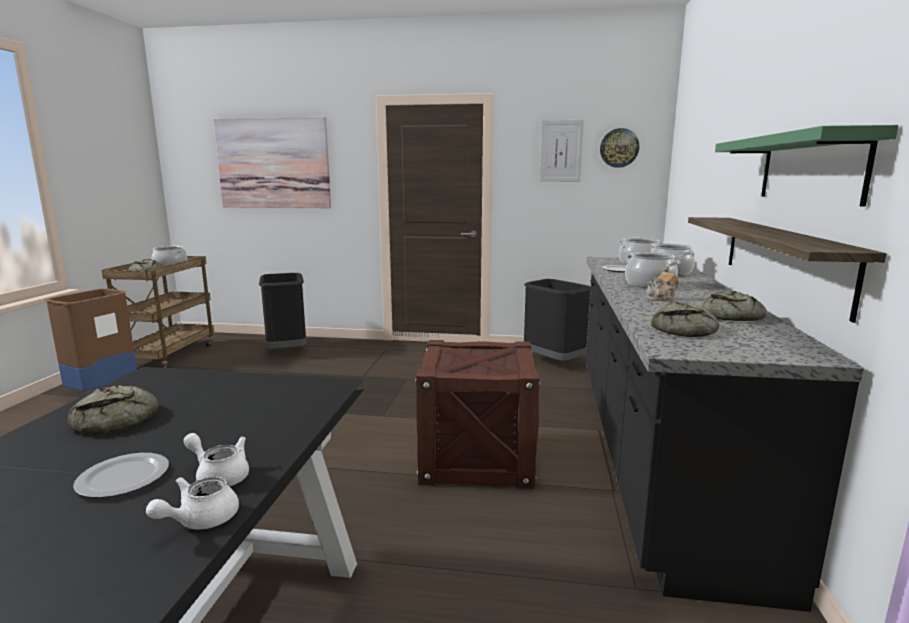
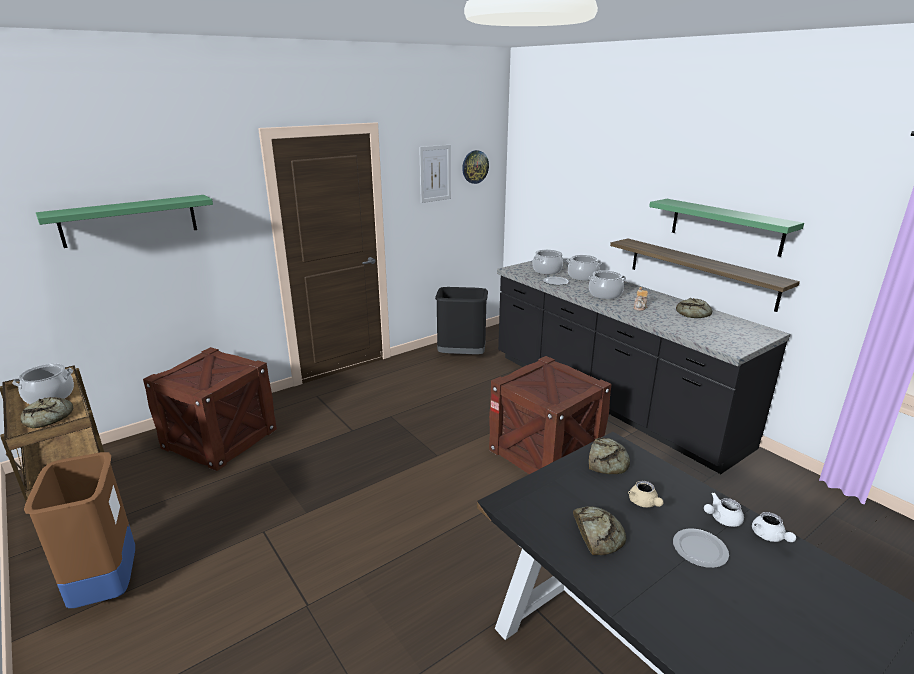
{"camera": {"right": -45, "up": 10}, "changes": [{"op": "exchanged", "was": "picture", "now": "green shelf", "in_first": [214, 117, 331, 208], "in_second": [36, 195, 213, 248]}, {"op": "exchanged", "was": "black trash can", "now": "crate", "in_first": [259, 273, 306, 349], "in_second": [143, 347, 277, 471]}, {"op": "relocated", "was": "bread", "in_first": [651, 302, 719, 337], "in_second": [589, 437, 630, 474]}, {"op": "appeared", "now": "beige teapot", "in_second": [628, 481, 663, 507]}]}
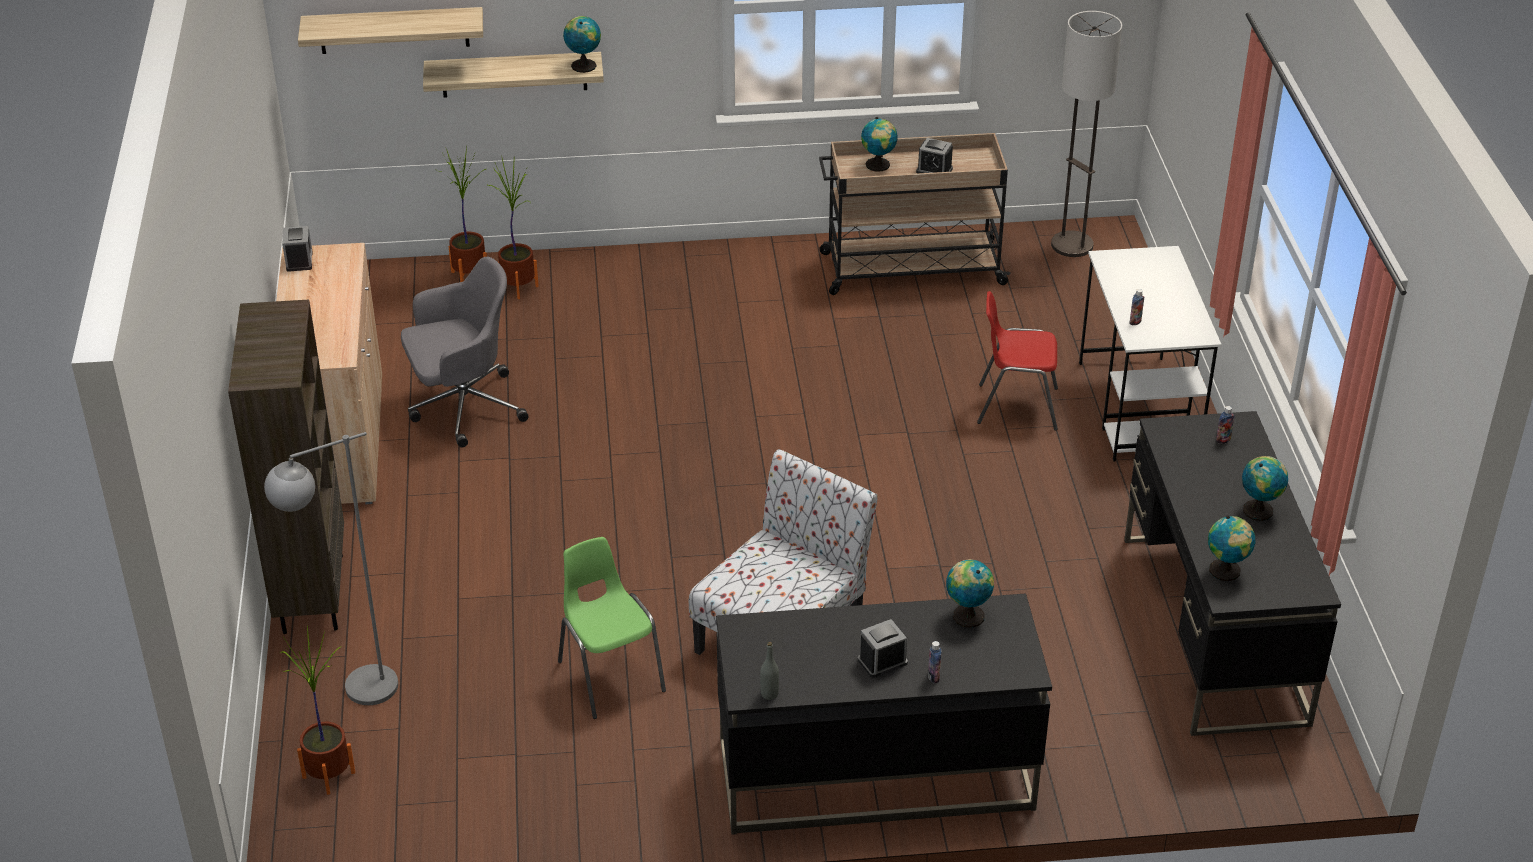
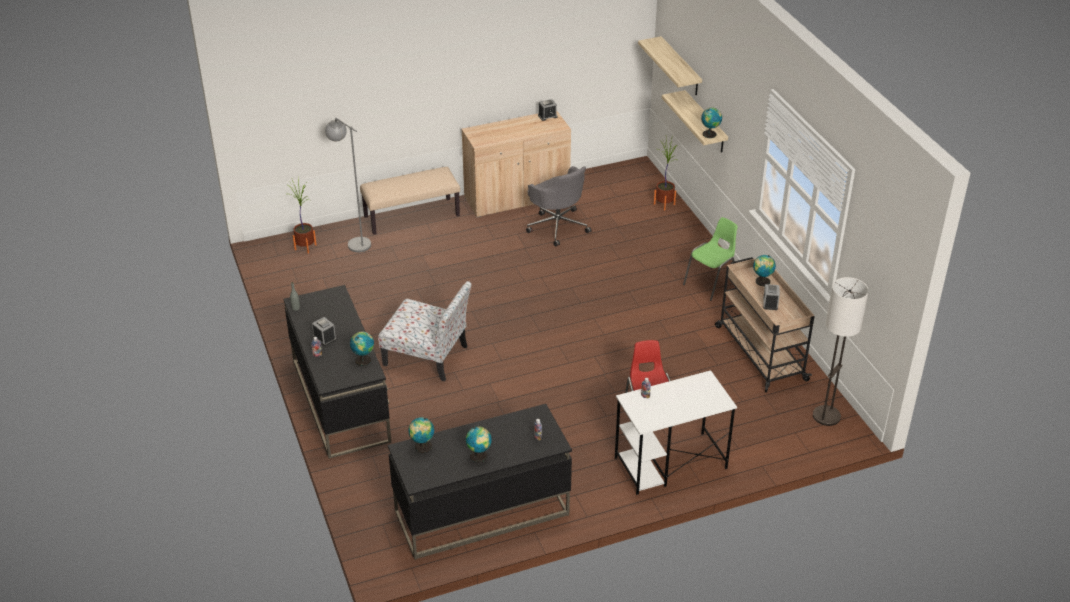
{"camera": {"right": 75, "up": 0}, "changes": [{"op": "exchanged", "was": "brown bookcase", "now": "beige bench", "in_first": [228, 299, 344, 634], "in_second": [360, 167, 460, 235]}, {"op": "missing", "was": "potted plant", "in_first": [488, 159, 539, 299]}, {"op": "relocated", "was": "green chair", "in_first": [558, 537, 666, 719], "in_second": [683, 217, 738, 301]}]}
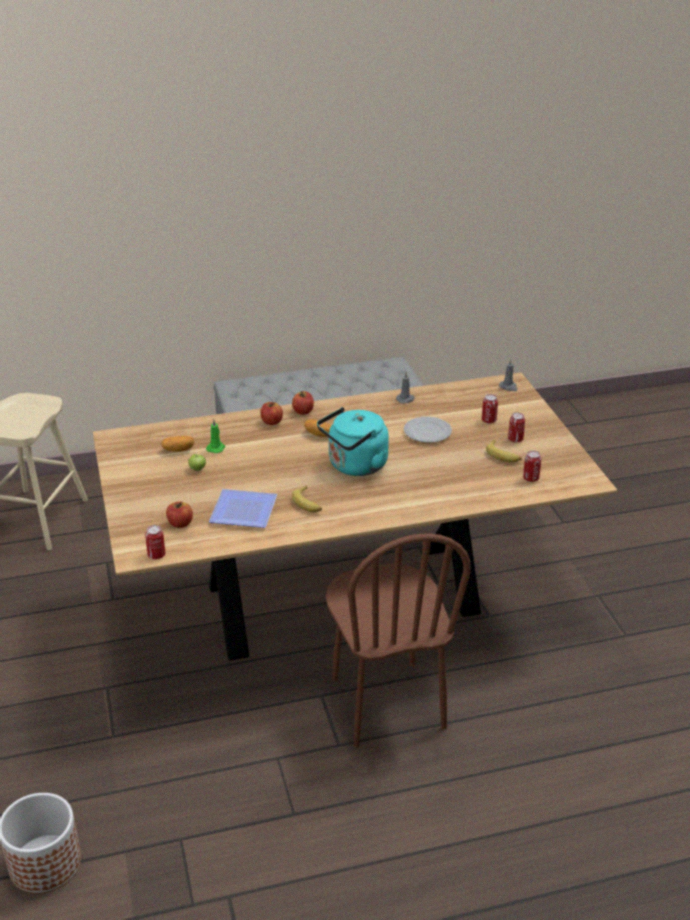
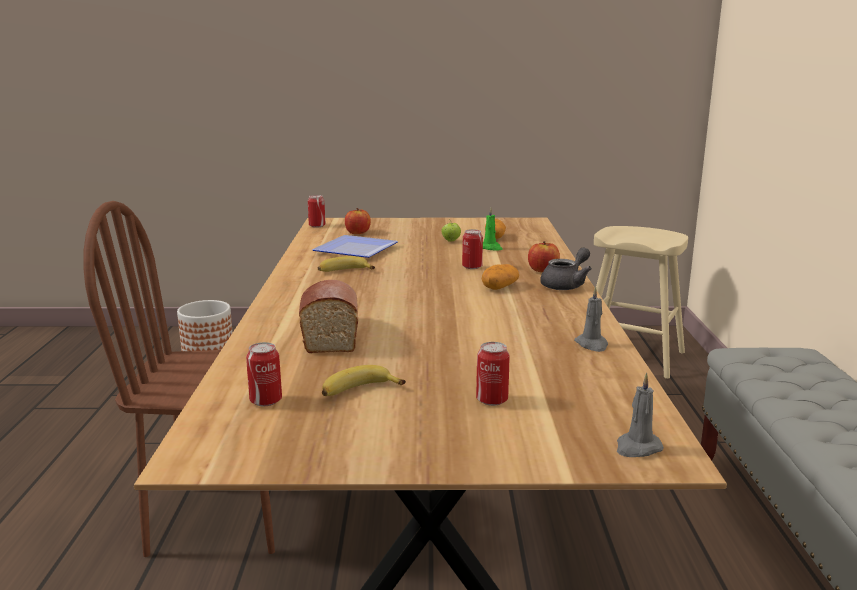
{"camera": {"right": 105, "up": -15}, "changes": [{"op": "exchanged", "was": "apple", "now": "grey teapot", "in_first": [292, 391, 314, 415], "in_second": [540, 248, 592, 290]}, {"op": "missing", "was": "turquoise kettle", "in_first": [317, 407, 389, 476]}, {"op": "missing", "was": "plate", "in_first": [404, 417, 452, 443]}, {"op": "relocated", "was": "can", "in_first": [508, 412, 525, 443], "in_second": [462, 229, 483, 269]}, {"op": "appeared", "now": "bread", "in_second": [299, 280, 358, 353]}]}
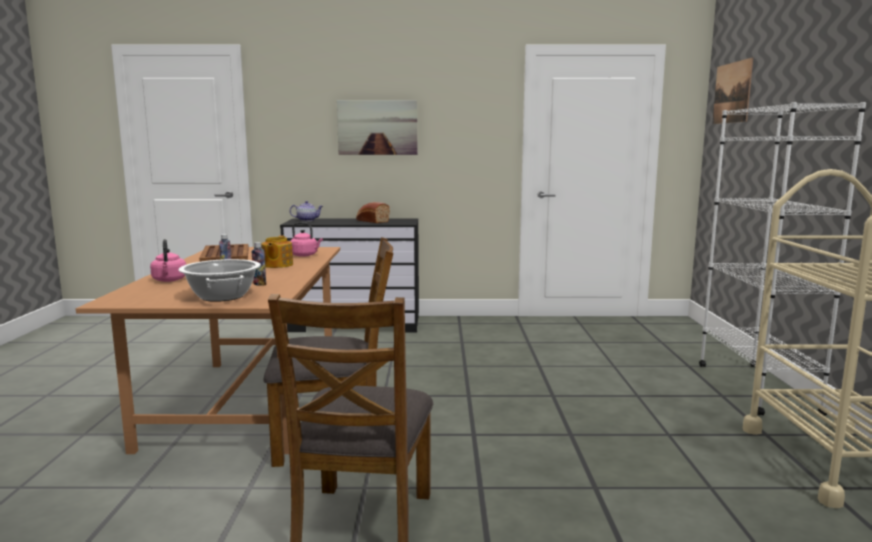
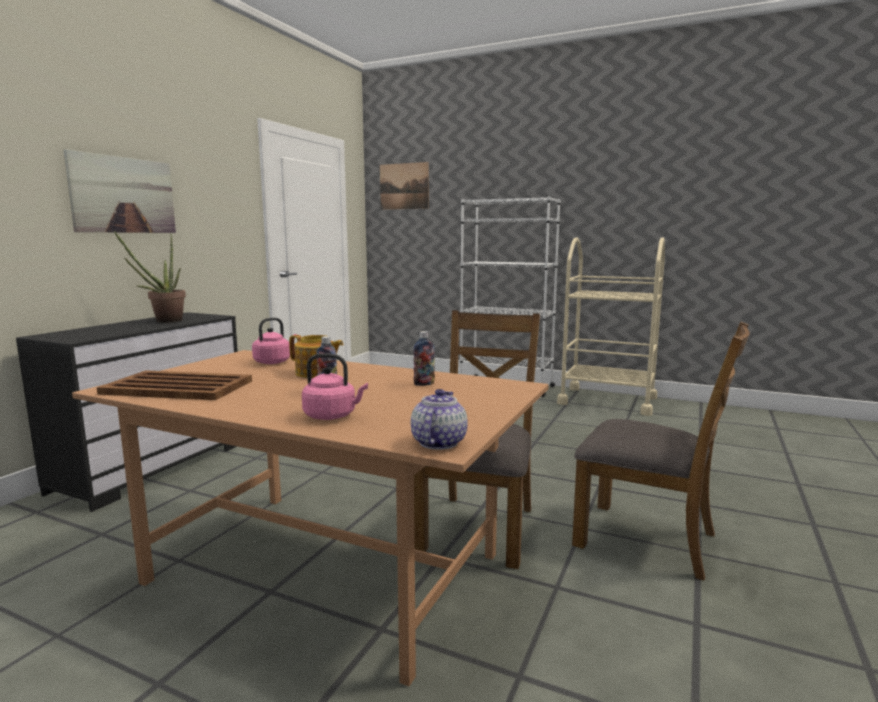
{"camera": {"right": -65, "up": 0}, "changes": [{"op": "missing", "was": "cooking pot", "in_first": [178, 259, 261, 302]}, {"op": "relocated", "was": "teapot", "in_first": [290, 201, 323, 221], "in_second": [411, 389, 468, 450]}, {"op": "exchanged", "was": "bread", "now": "potted plant", "in_first": [356, 202, 390, 223], "in_second": [114, 231, 186, 323]}]}
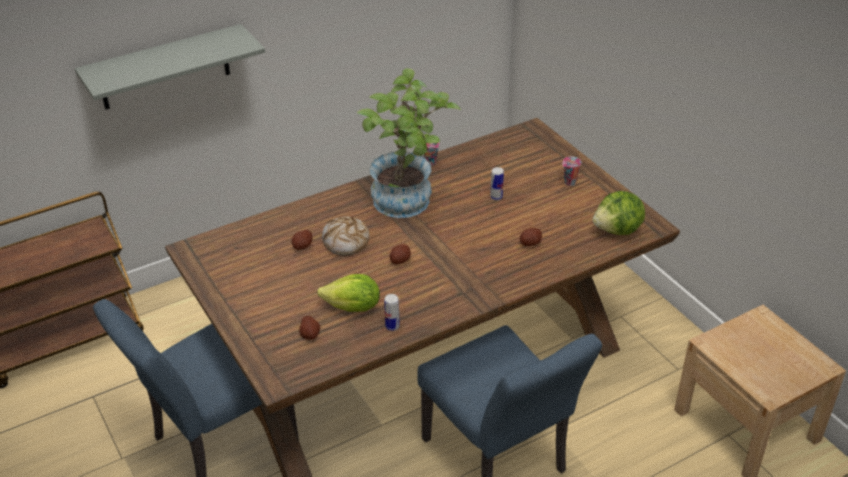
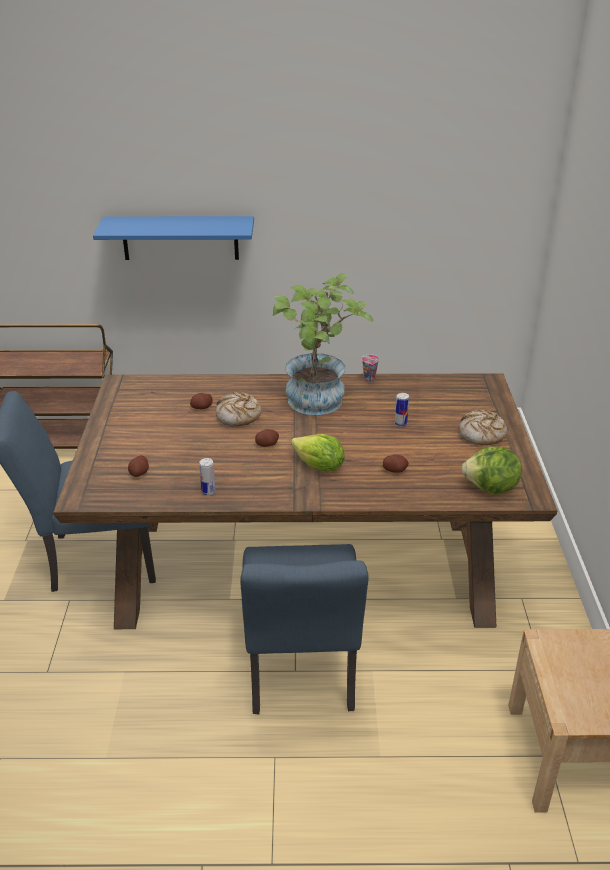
{"camera": {"right": 30, "up": -5}, "changes": [{"op": "colour", "was": "grey shelf", "now": "blue shelf", "in_first": [75, 24, 265, 109], "in_second": [93, 216, 254, 260]}, {"op": "relocated", "was": "lettuce", "in_first": [317, 274, 380, 312], "in_second": [291, 434, 345, 472]}, {"op": "exchanged", "was": "cup", "now": "bread", "in_first": [562, 156, 581, 186], "in_second": [459, 409, 507, 446]}]}
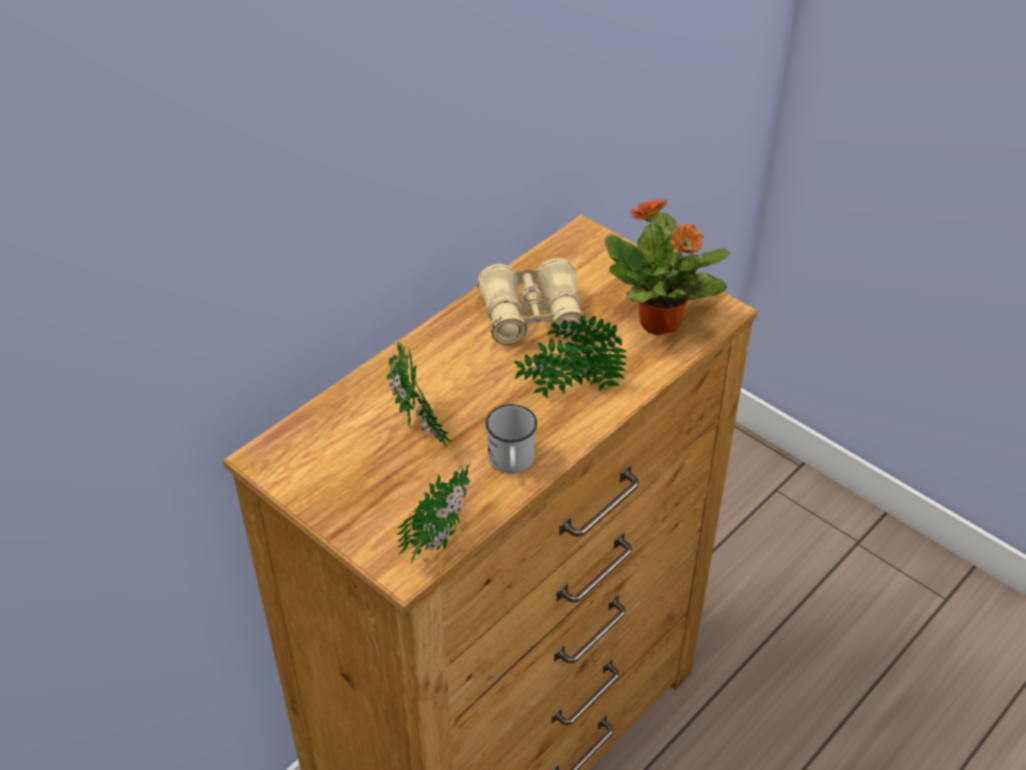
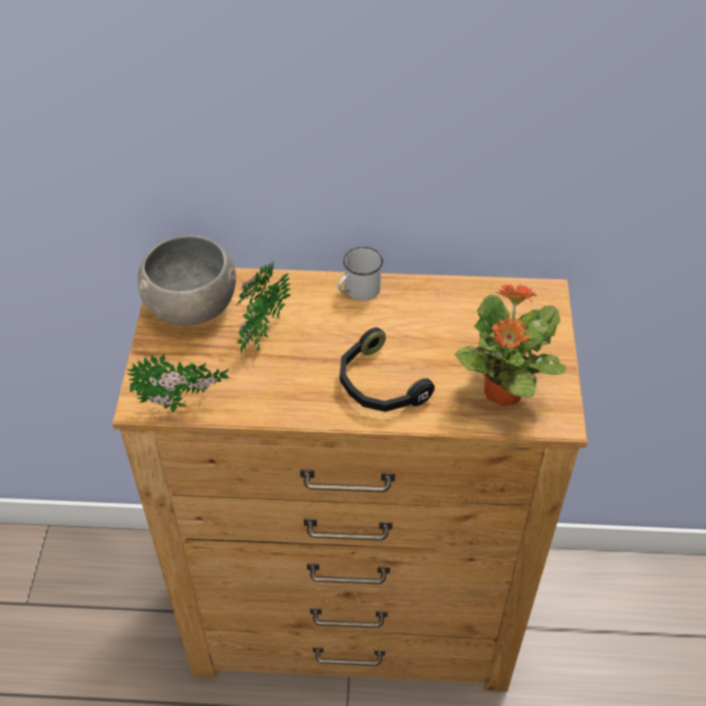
{"camera": {"right": 50, "up": 5}, "changes": [{"op": "missing", "was": "beige binoculars", "in_first": [477, 258, 587, 345]}, {"op": "relocated", "was": "white mug", "in_first": [486, 404, 537, 474], "in_second": [337, 247, 383, 301]}, {"op": "exchanged", "was": "potted plant", "now": "black headphones", "in_first": [514, 316, 627, 398], "in_second": [340, 327, 435, 412]}, {"op": "appeared", "now": "grey bowl", "in_second": [138, 236, 236, 326]}]}
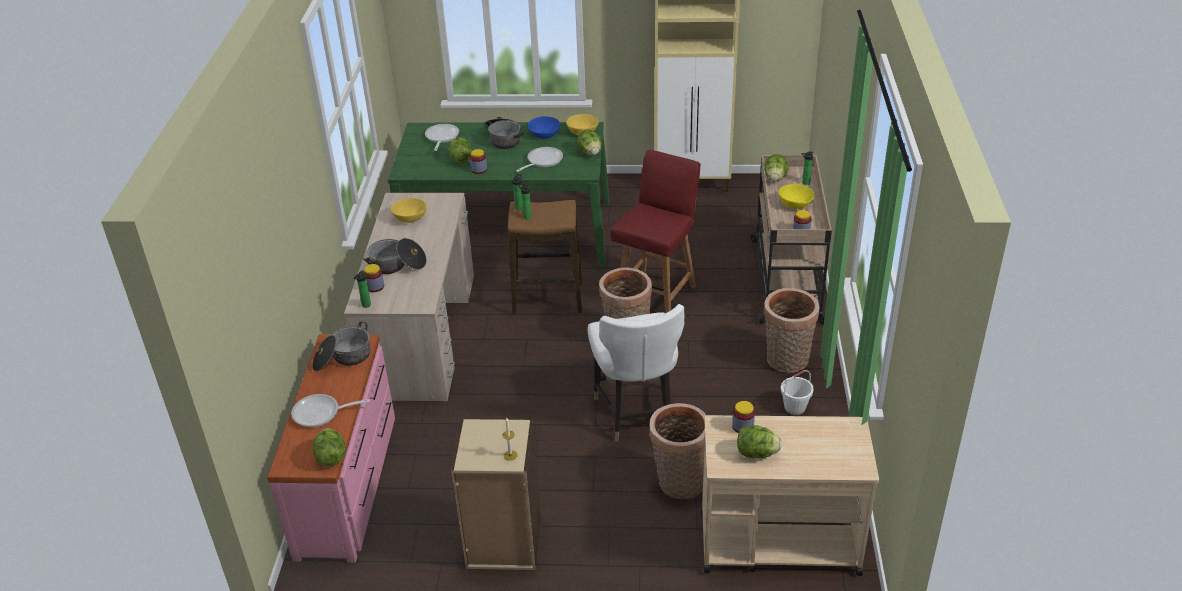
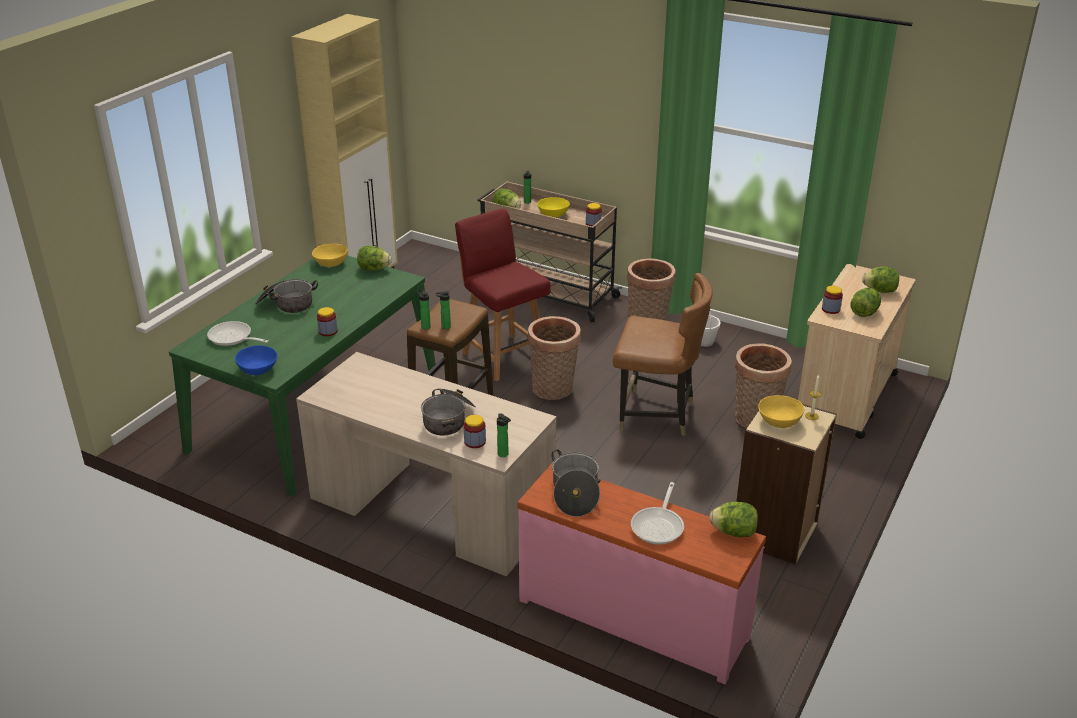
{"camera": {"right": -65, "up": -5}, "changes": [{"op": "relocated", "was": "yellow bowl", "in_first": [391, 198, 427, 223], "in_second": [758, 395, 804, 428]}, {"op": "relocated", "was": "lettuce", "in_first": [448, 138, 472, 164], "in_second": [862, 267, 899, 293]}, {"op": "missing", "was": "frying pan", "in_first": [516, 147, 563, 172]}, {"op": "relocated", "was": "blue bowl", "in_first": [528, 116, 560, 139], "in_second": [235, 345, 277, 375]}, {"op": "colour", "was": "white chair", "now": "brown chair", "in_first": [587, 304, 684, 442], "in_second": [613, 273, 713, 436]}]}
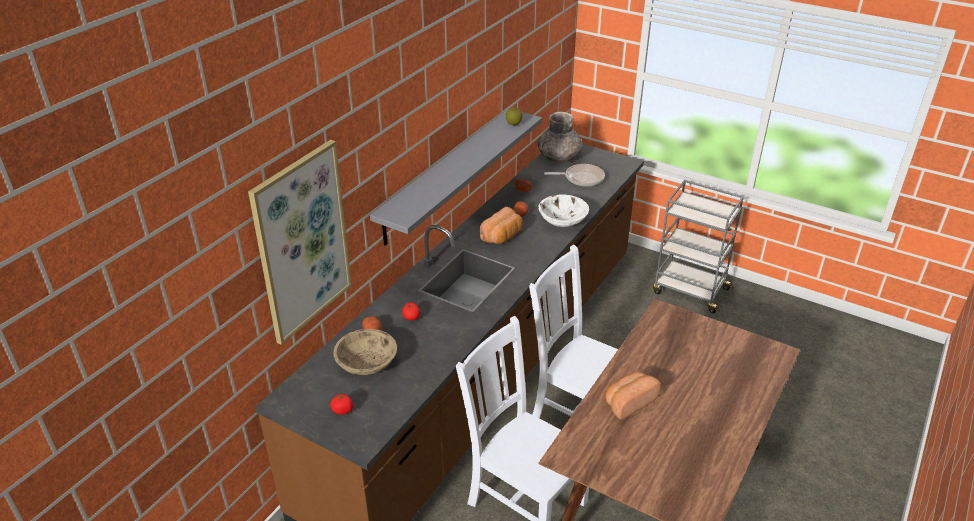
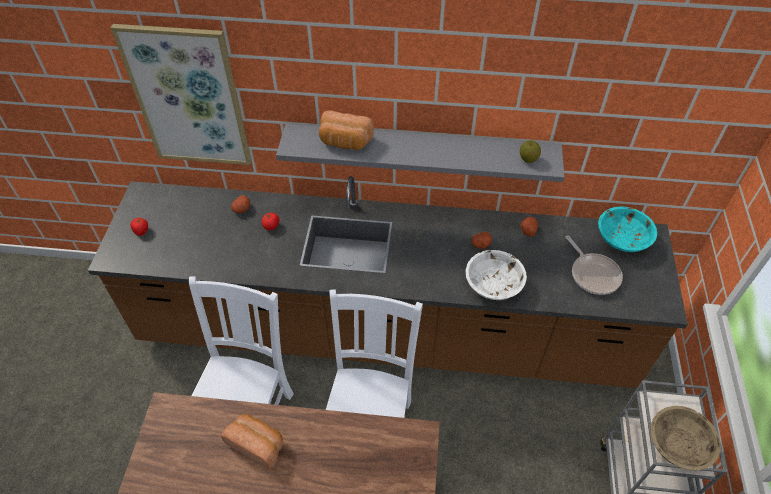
{"camera": {"right": 65, "up": 15}, "changes": [{"op": "relocated", "was": "beige bowl", "in_first": [333, 329, 397, 375], "in_second": [651, 406, 721, 470]}, {"op": "relocated", "was": "bread", "in_first": [480, 207, 523, 244], "in_second": [319, 110, 374, 150]}, {"op": "exchanged", "was": "grey vase", "now": "turquoise bowl", "in_first": [538, 112, 583, 162], "in_second": [598, 206, 657, 252]}]}
